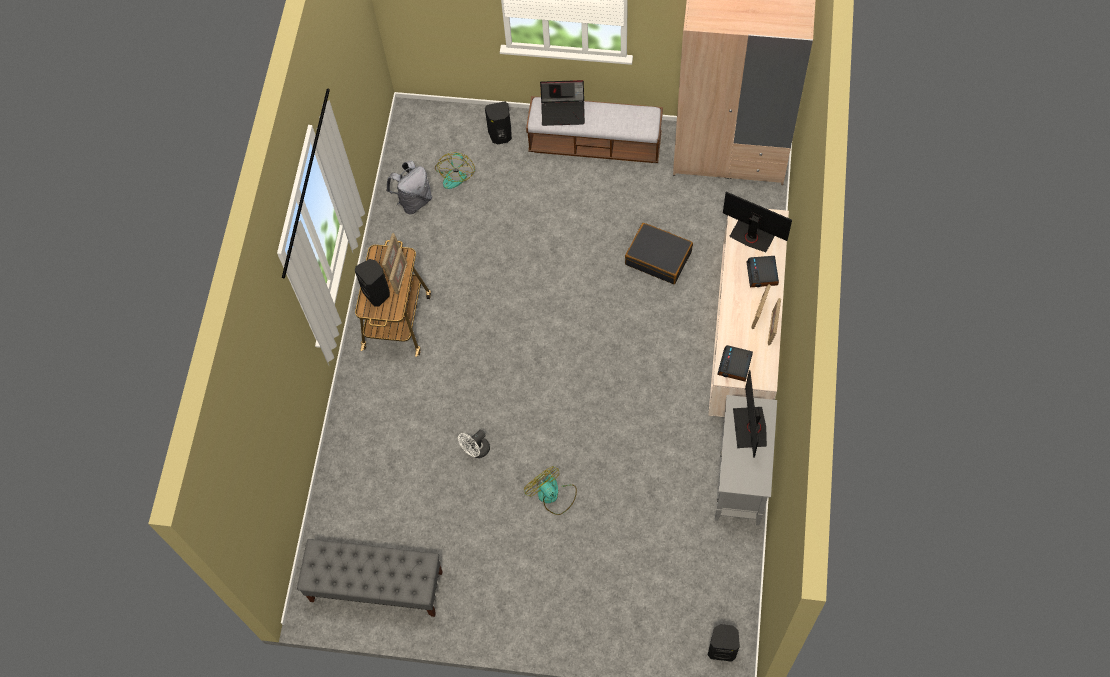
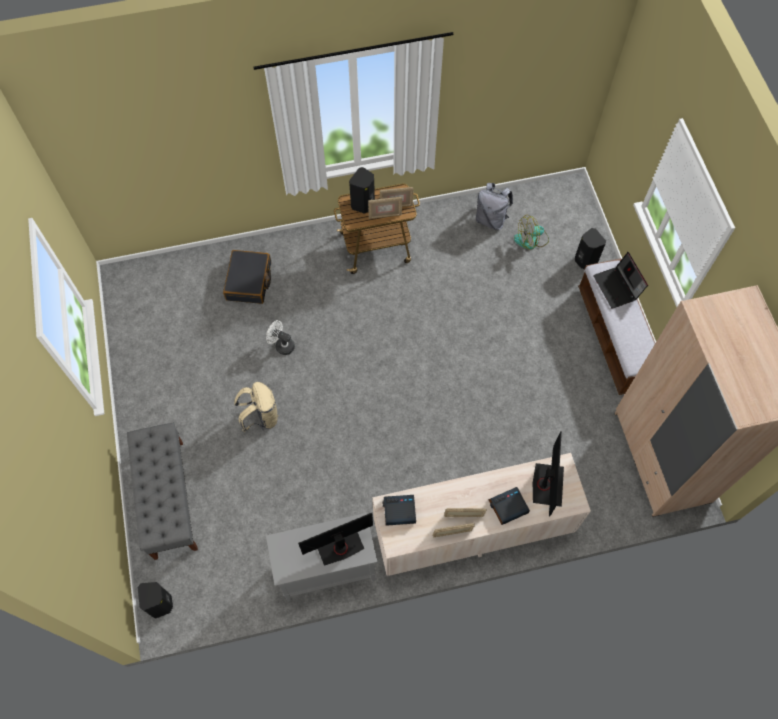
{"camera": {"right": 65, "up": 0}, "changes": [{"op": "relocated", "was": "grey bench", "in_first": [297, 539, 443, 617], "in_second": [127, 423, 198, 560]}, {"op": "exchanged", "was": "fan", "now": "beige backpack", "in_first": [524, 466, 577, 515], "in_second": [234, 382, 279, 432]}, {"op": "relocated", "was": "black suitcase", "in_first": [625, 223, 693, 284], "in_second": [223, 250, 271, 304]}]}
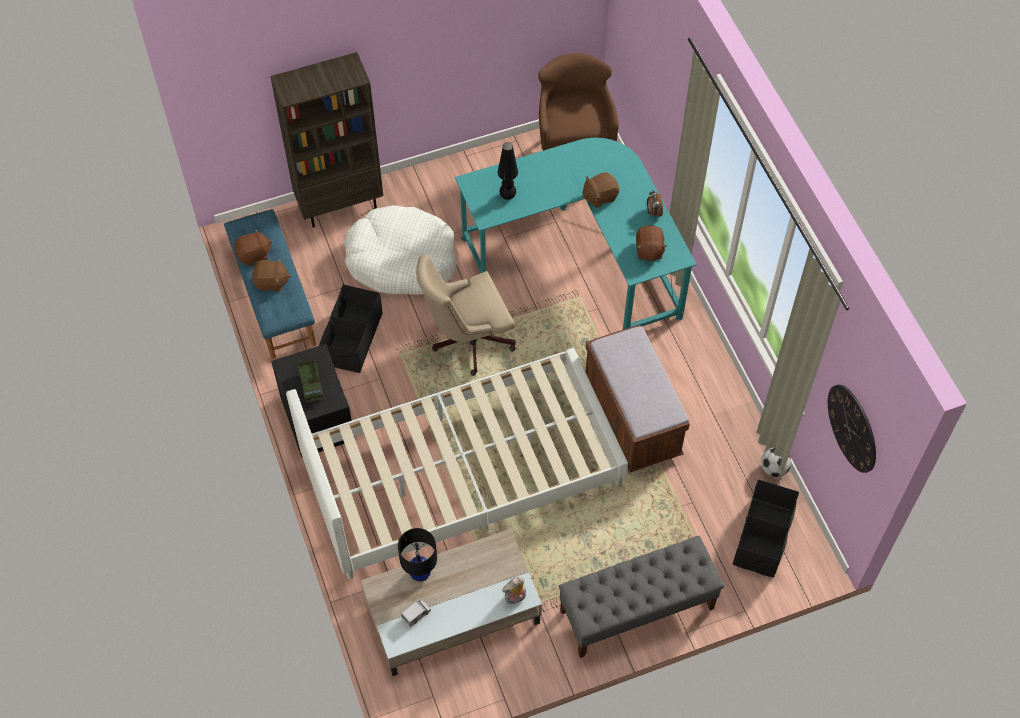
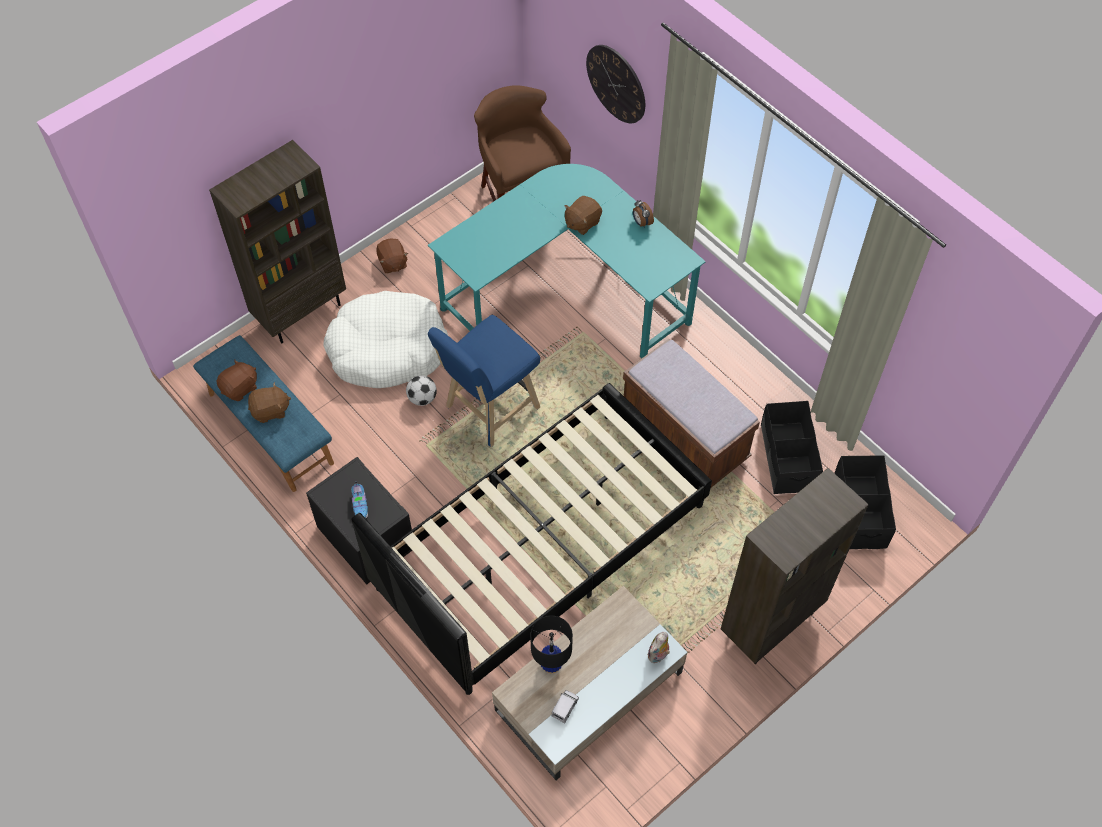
{"camera": {"right": -20, "up": 0}, "changes": [{"op": "colour", "was": "white bed", "now": "black bed", "in_first": [286, 348, 628, 579], "in_second": [352, 383, 712, 695]}, {"op": "exchanged", "was": "toy truck", "now": "shoe", "in_first": [297, 360, 323, 403], "in_second": [351, 481, 368, 519]}, {"op": "relocated", "was": "black storage box", "in_first": [319, 284, 383, 373], "in_second": [761, 401, 823, 494]}, {"op": "exchanged", "was": "beige office chair", "now": "blue stool", "in_first": [416, 254, 516, 376], "in_second": [428, 315, 540, 447]}, {"op": "missing", "was": "black table lamp", "in_first": [498, 142, 518, 200]}, {"op": "exchanged", "was": "grey bench", "now": "brown bookcase", "in_first": [559, 536, 724, 658], "in_second": [721, 468, 869, 664]}, {"op": "relocated", "was": "brown plush toy", "in_first": [636, 225, 667, 261], "in_second": [376, 238, 408, 273]}, {"op": "relocated", "was": "football", "in_first": [761, 448, 791, 477], "in_second": [406, 375, 437, 406]}, {"op": "relocated", "was": "wall clock", "in_first": [828, 385, 876, 473], "in_second": [586, 45, 645, 123]}]}
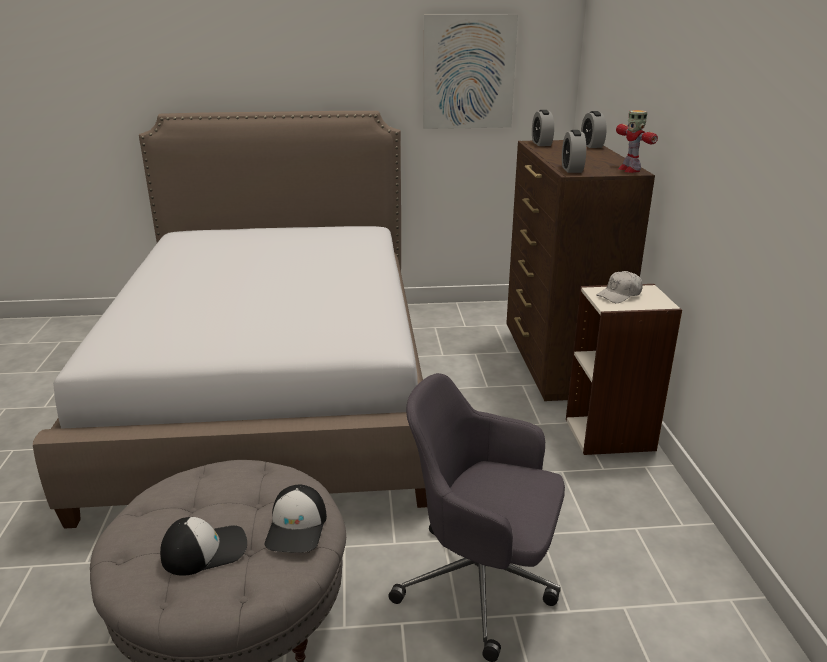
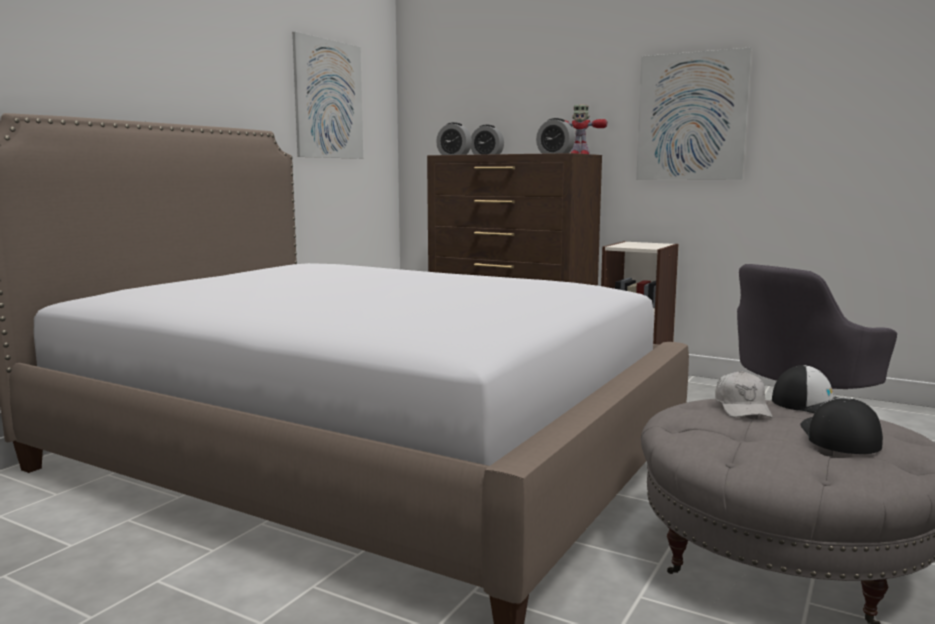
{"camera": {"right": -55, "up": -15}, "changes": [{"op": "relocated", "was": "white cap", "in_first": [596, 271, 643, 303], "in_second": [715, 371, 773, 417]}, {"op": "appeared", "now": "picture", "in_second": [636, 47, 752, 180]}]}
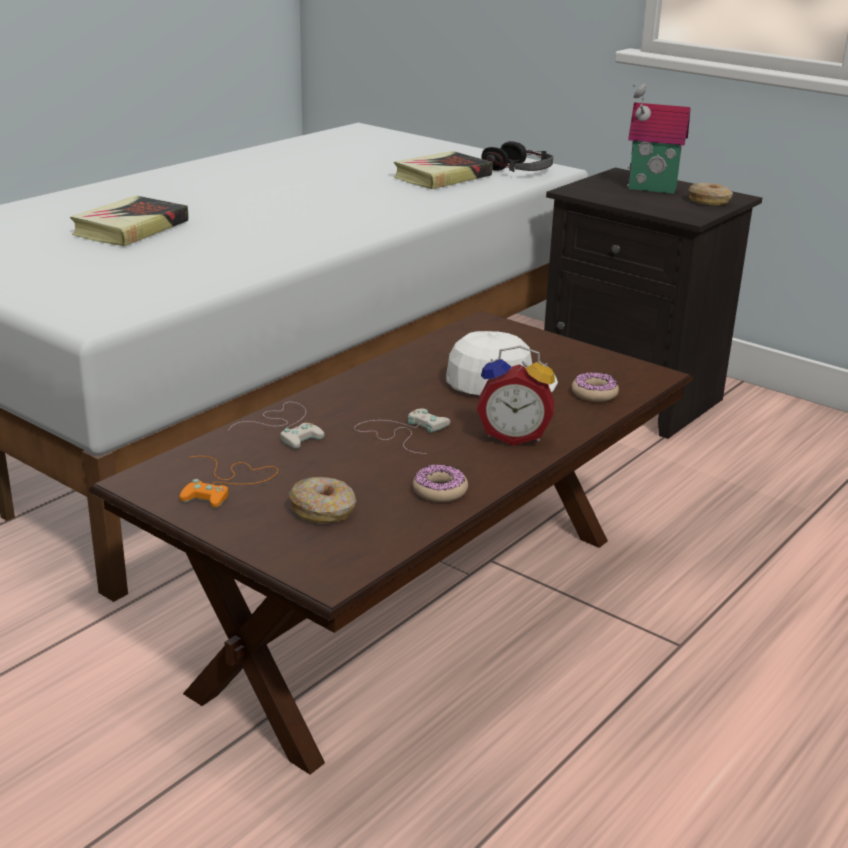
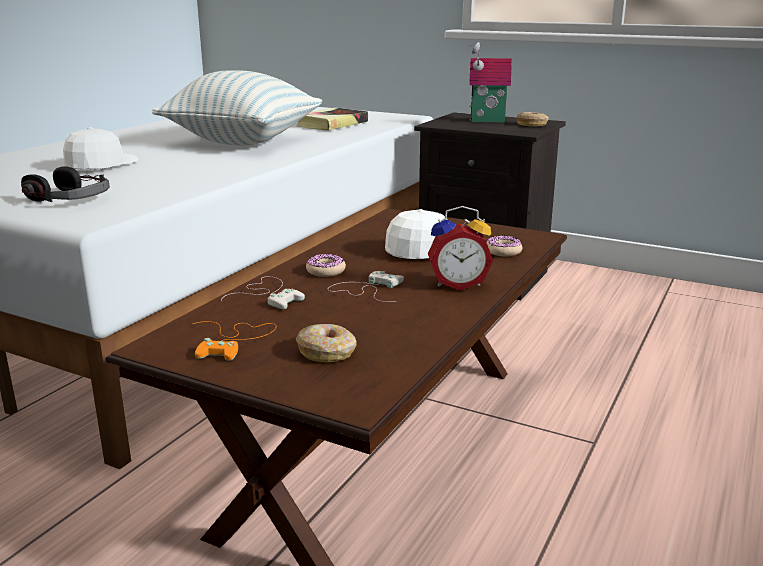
{"camera": {"right": -10, "up": -5}, "changes": [{"op": "exchanged", "was": "book", "now": "white cap", "in_first": [70, 195, 189, 246], "in_second": [63, 127, 139, 170]}, {"op": "relocated", "was": "donut", "in_first": [413, 464, 468, 502], "in_second": [306, 254, 346, 277]}, {"op": "relocated", "was": "headphones", "in_first": [481, 141, 553, 172], "in_second": [21, 166, 110, 202]}, {"op": "appeared", "now": "pillow", "in_second": [152, 70, 322, 146]}]}
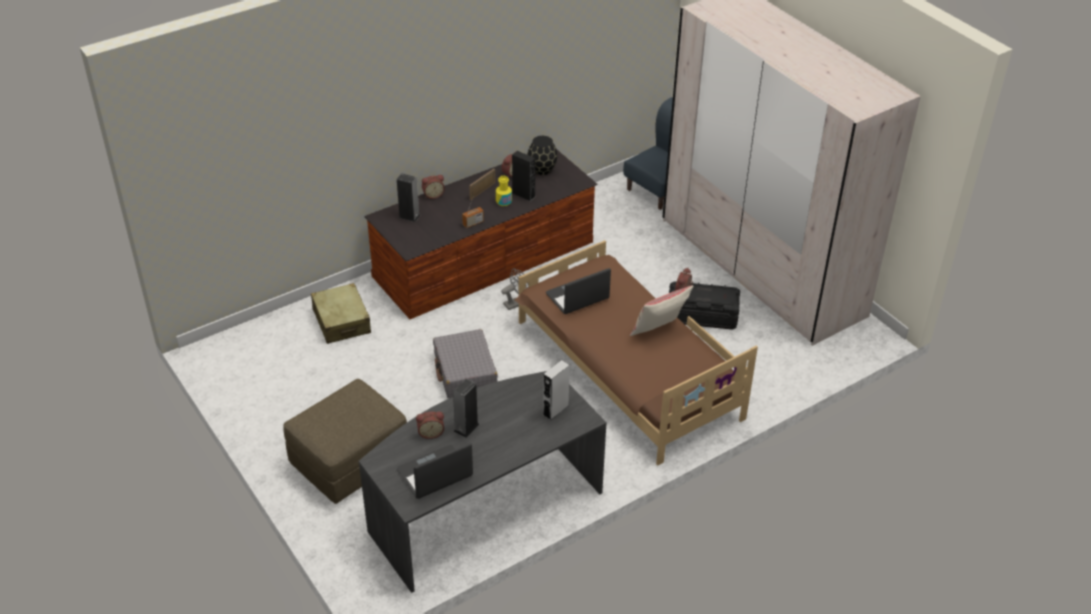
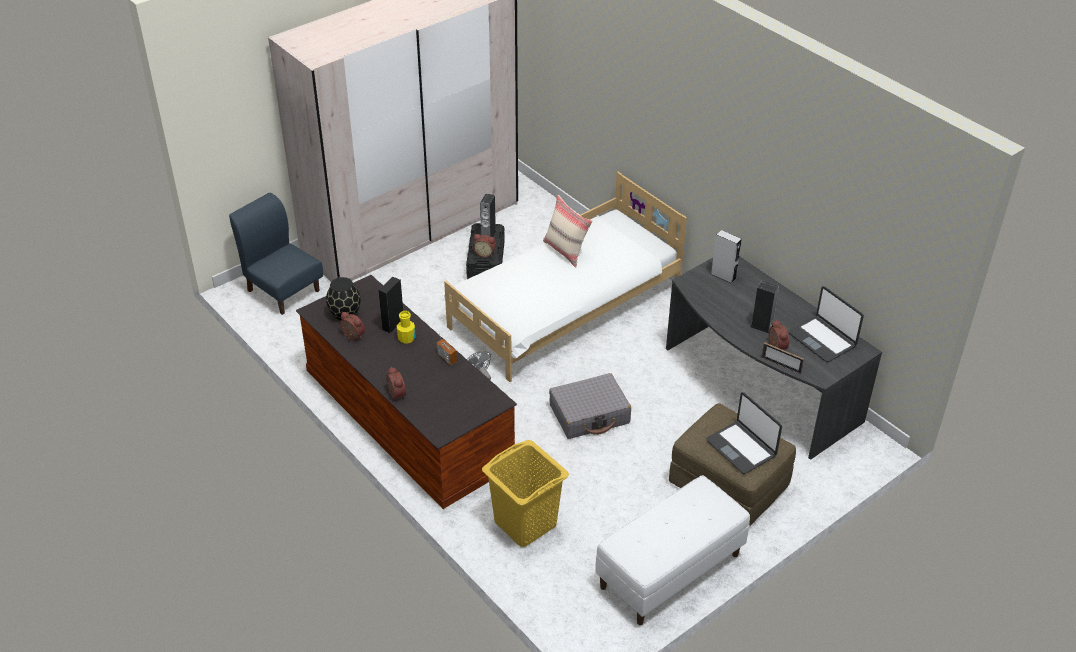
{"camera": {"right": -95, "up": 0}, "changes": [{"op": "exchanged", "was": "beige suitcase", "now": "yellow laundry basket", "in_first": [311, 283, 371, 344], "in_second": [482, 440, 569, 547]}, {"op": "relocated", "was": "speaker", "in_first": [397, 173, 420, 222], "in_second": [480, 193, 496, 237]}, {"op": "relocated", "was": "picture frame", "in_first": [469, 169, 495, 200], "in_second": [761, 342, 804, 375]}, {"op": "colour", "was": "brown bed", "now": "white bed", "in_first": [515, 240, 758, 466], "in_second": [444, 172, 687, 382]}, {"op": "relocated", "was": "laptop", "in_first": [546, 268, 611, 314], "in_second": [706, 392, 782, 474]}, {"op": "appeared", "now": "white bench", "in_second": [595, 475, 750, 625]}]}
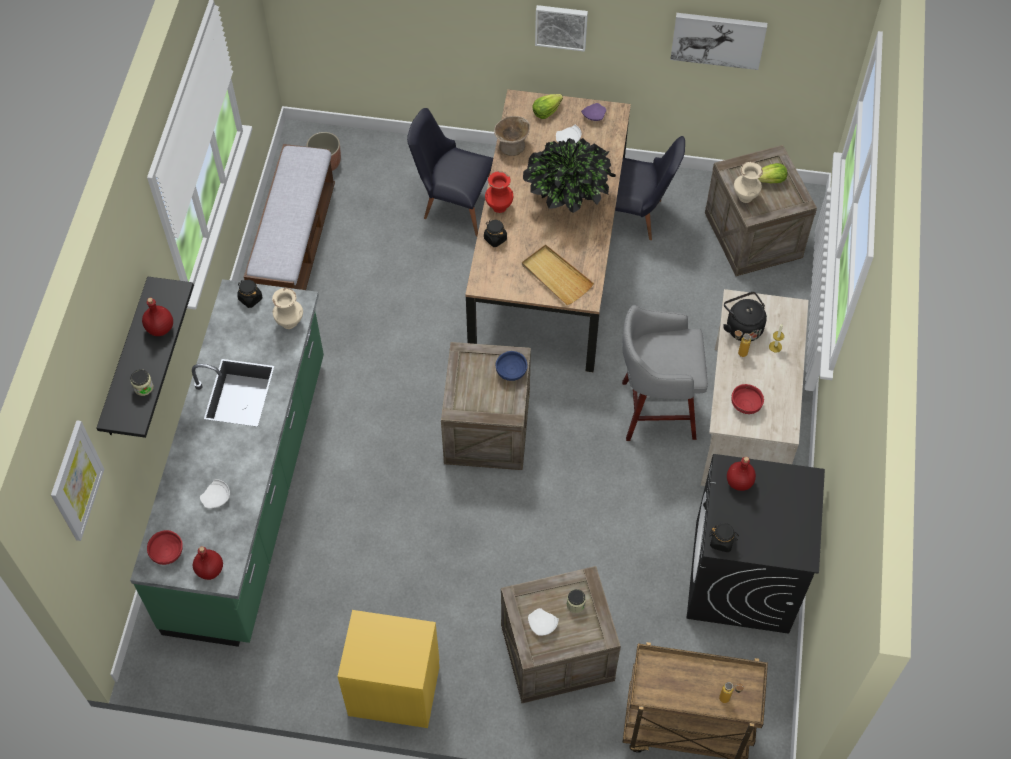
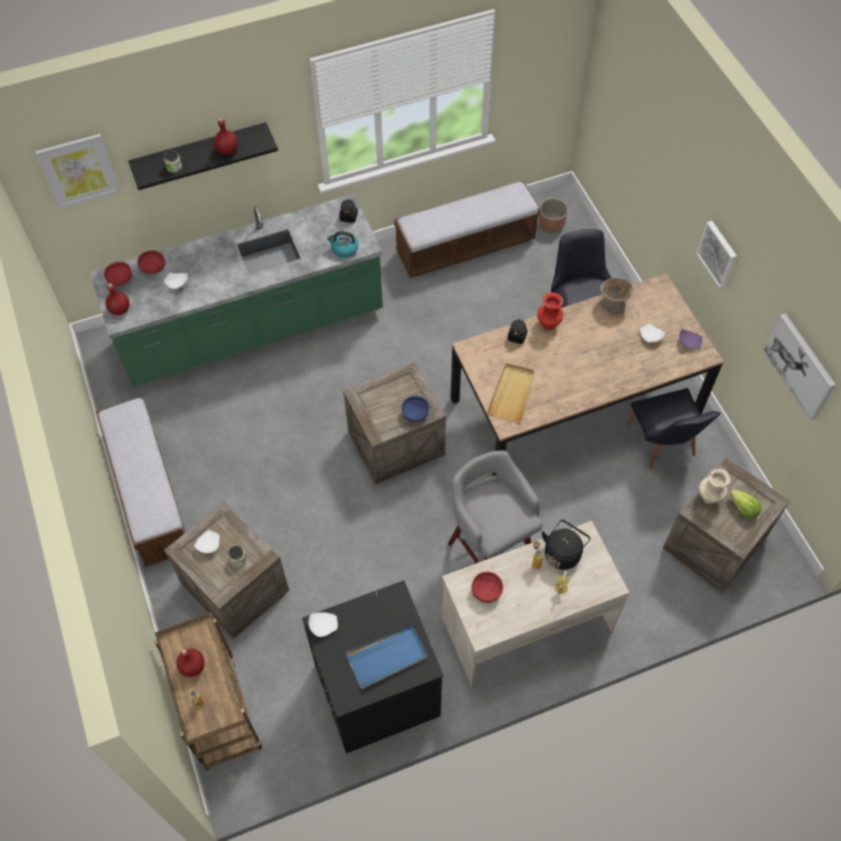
{"camera": {"right": 60, "up": 0}, "changes": [{"op": "exchanged", "was": "beige vase", "now": "kettle", "in_first": [272, 288, 303, 329], "in_second": [327, 231, 358, 258]}, {"op": "exchanged", "was": "yellow nightstand", "now": "bench", "in_first": [337, 610, 439, 728], "in_second": [95, 397, 186, 567]}, {"op": "missing", "was": "potted plant", "in_first": [523, 138, 616, 213]}, {"op": "missing", "was": "lettuce", "in_first": [532, 94, 563, 119]}, {"op": "exchanged", "was": "black jar", "now": "white plate", "in_first": [709, 523, 739, 552], "in_second": [308, 612, 338, 637]}, {"op": "relocated", "was": "red bottle", "in_first": [727, 457, 756, 491], "in_second": [177, 648, 205, 677]}, {"op": "appeared", "now": "red bowl", "in_second": [137, 250, 165, 274]}, {"op": "appeared", "now": "blue tray", "in_second": [345, 625, 428, 689]}]}
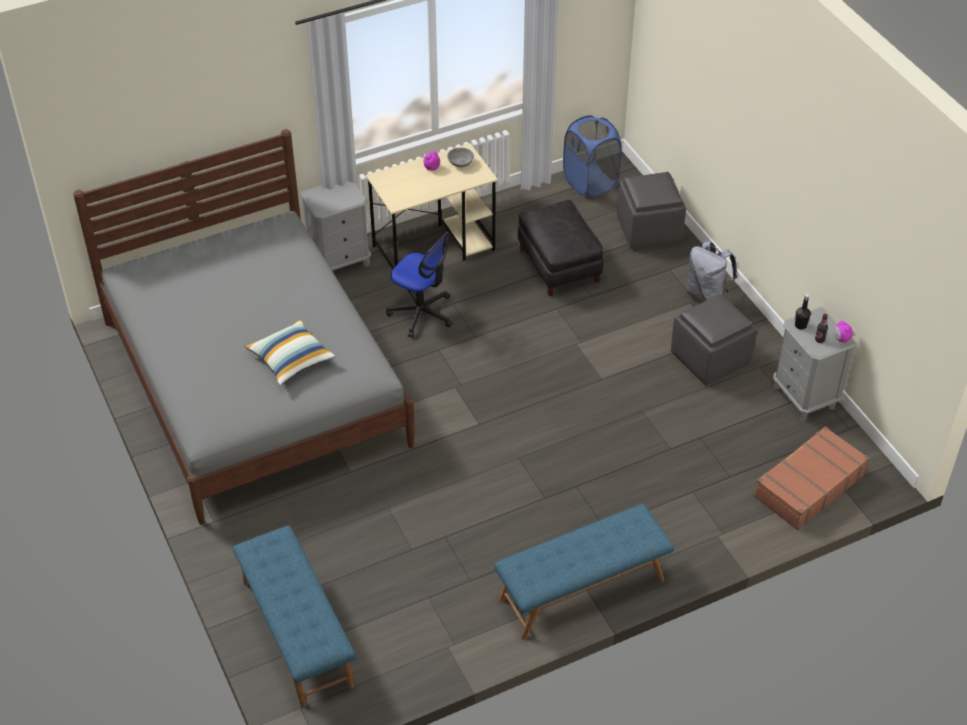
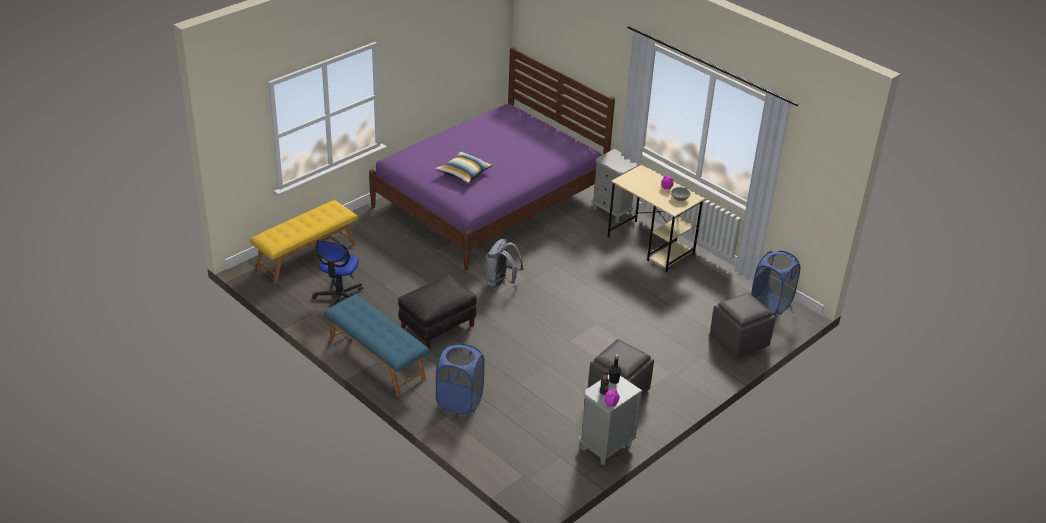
{"camera": {"right": 70, "up": -10}, "changes": [{"op": "colour", "was": "grey bed", "now": "purple bed", "in_first": [73, 129, 415, 525], "in_second": [369, 46, 615, 271]}, {"op": "colour", "was": "blue bench", "now": "yellow bench", "in_first": [233, 526, 356, 708], "in_second": [250, 200, 357, 284]}, {"op": "relocated", "was": "office chair", "in_first": [386, 231, 452, 338], "in_second": [312, 240, 363, 307]}, {"op": "relocated", "was": "black ottoman", "in_first": [518, 200, 603, 297], "in_second": [398, 275, 477, 348]}, {"op": "relocated", "was": "grey backpack", "in_first": [686, 241, 737, 302], "in_second": [486, 239, 524, 288]}, {"op": "missing", "was": "brown suitcase", "in_first": [754, 426, 869, 530]}, {"op": "appeared", "now": "blue laundry basket", "in_second": [436, 343, 484, 415]}]}
